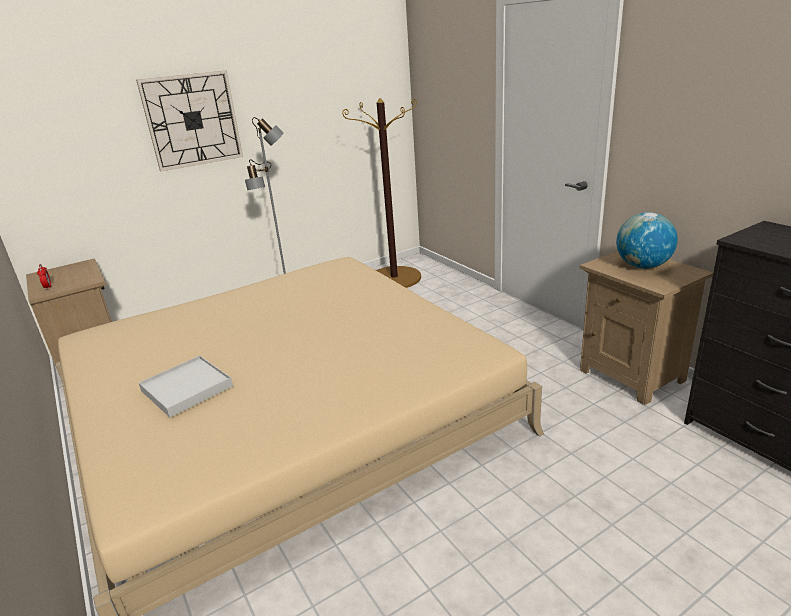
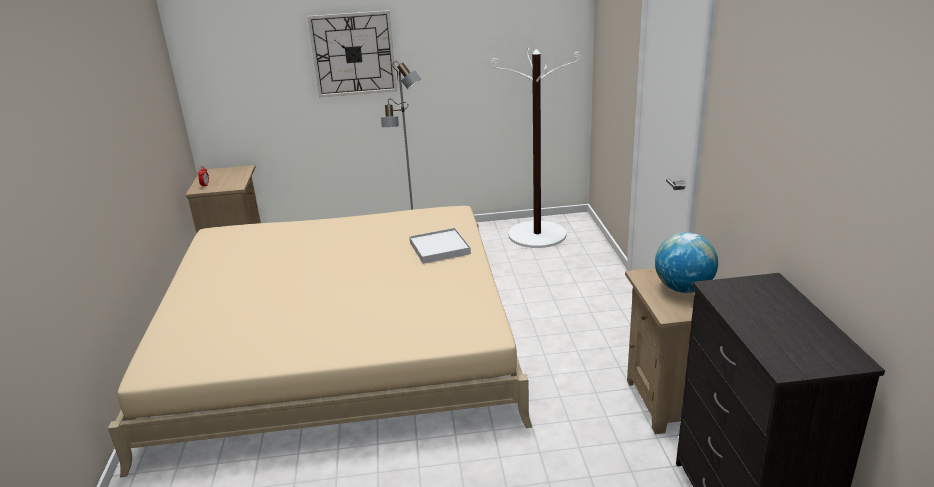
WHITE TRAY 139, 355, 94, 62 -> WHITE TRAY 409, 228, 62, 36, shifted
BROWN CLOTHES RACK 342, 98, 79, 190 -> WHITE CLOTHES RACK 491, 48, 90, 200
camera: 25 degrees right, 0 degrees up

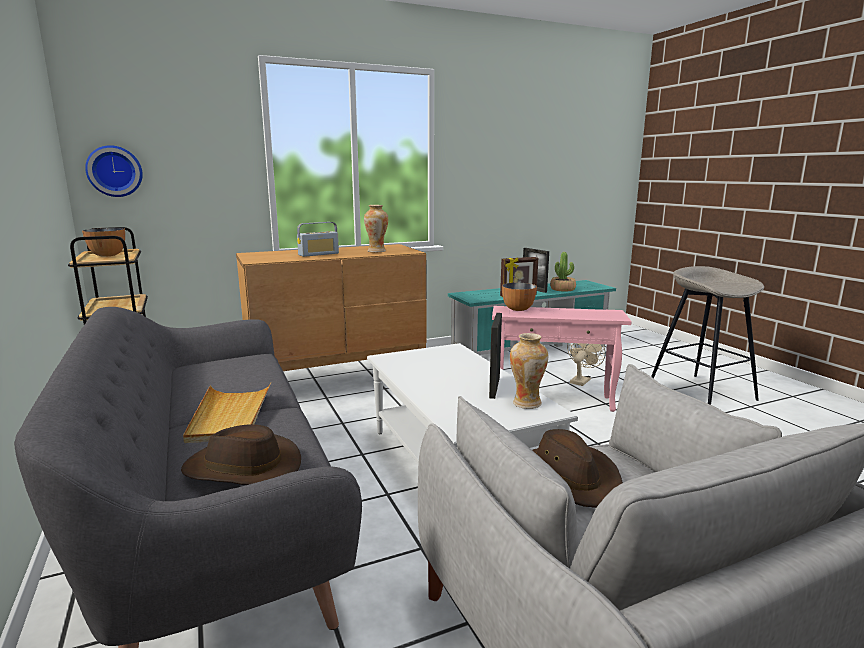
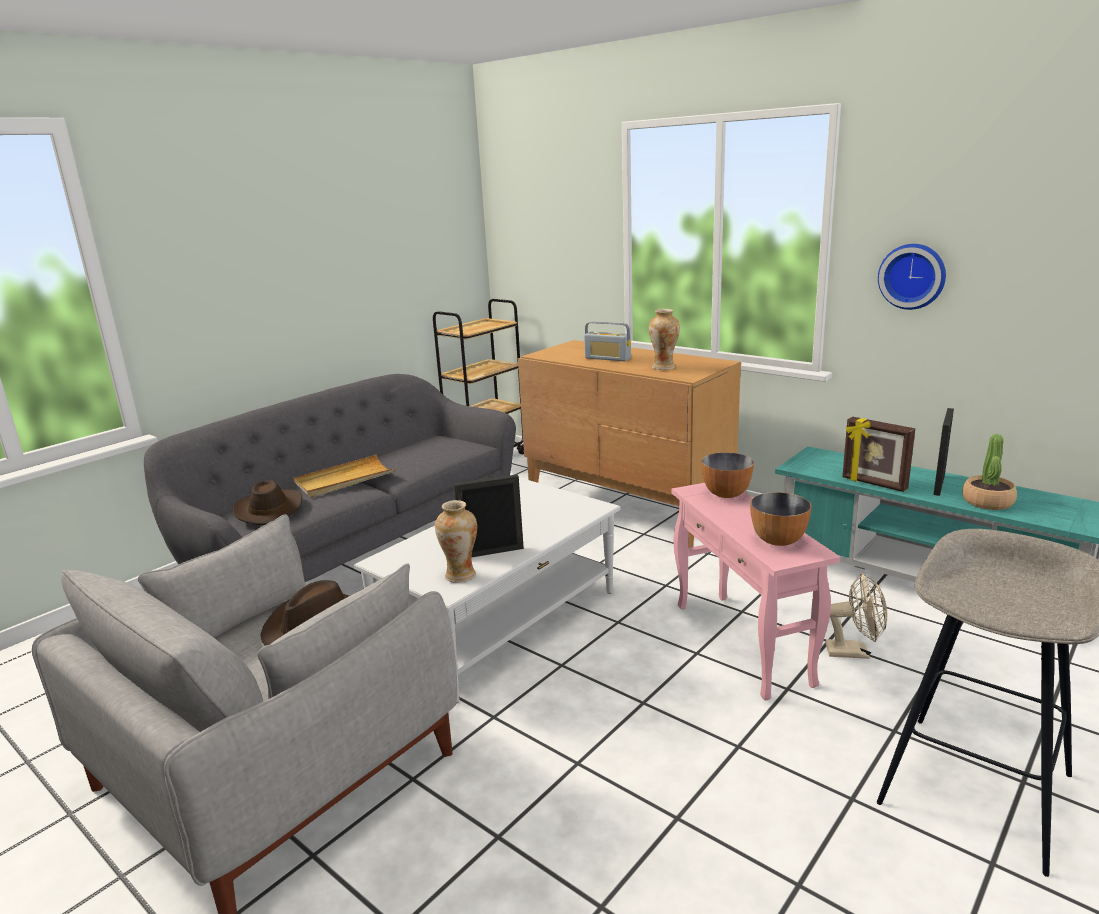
BOWL 82, 228, 43, 29 -> BOWL 750, 492, 61, 54, shifted
WALL CLOCK 85, 145, 58, 52 -> WALL CLOCK 878, 244, 68, 66, shifted
camera: 65 degrees right, 5 degrees up

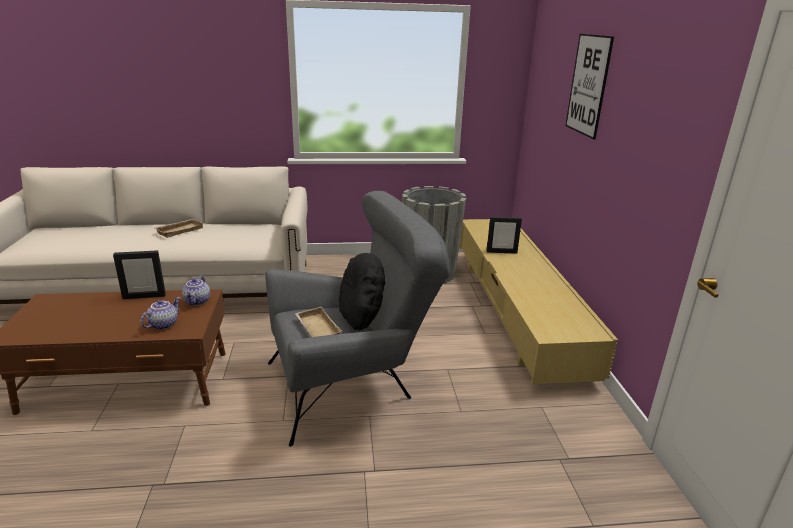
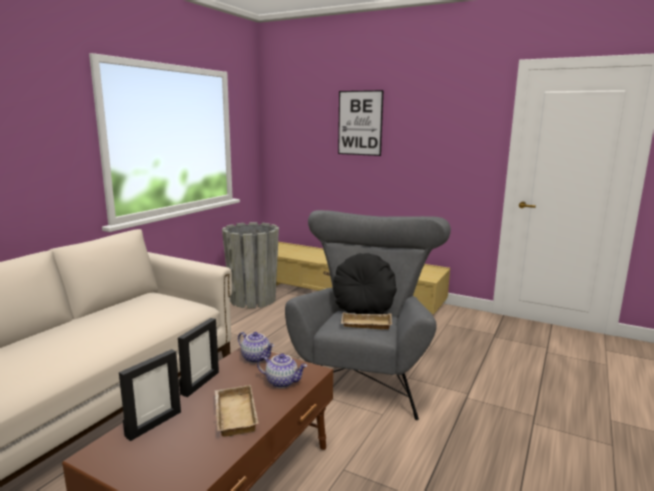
BEIGE TRAY 155, 219, 48, 19 -> BEIGE TRAY 215, 385, 44, 52, shifted
PICTURE FRAME 486, 216, 36, 38 -> PICTURE FRAME 119, 349, 62, 92, shifted
TEAPOT 140, 297, 40, 33 -> TEAPOT 257, 353, 50, 35, 135 degrees clockwise
camera: 55 degrees left, 10 degrees down

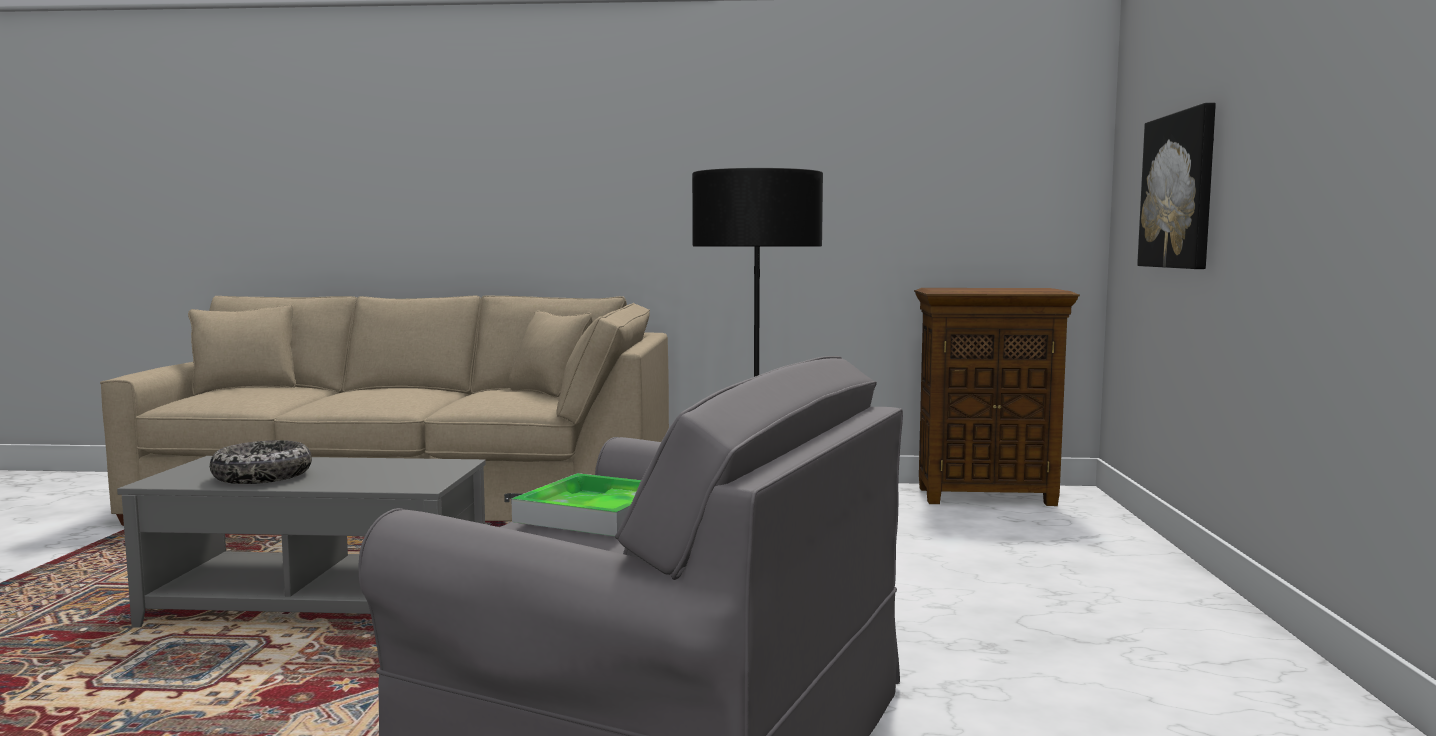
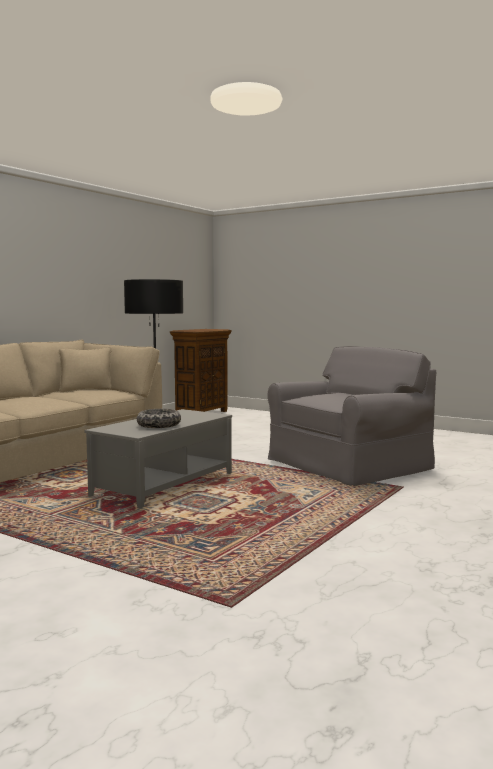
TRAY 511, 473, 130, 63 -> none
PICTURE 1137, 103, 79, 166 -> none
camera: 60 degrees left, 0 degrees up

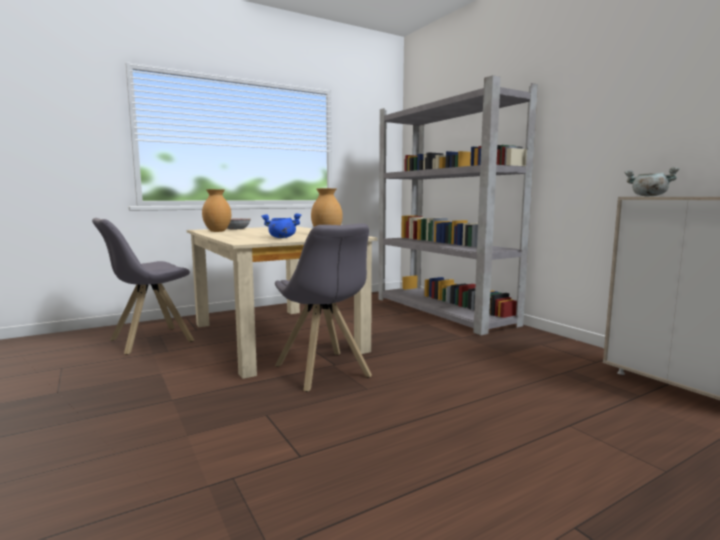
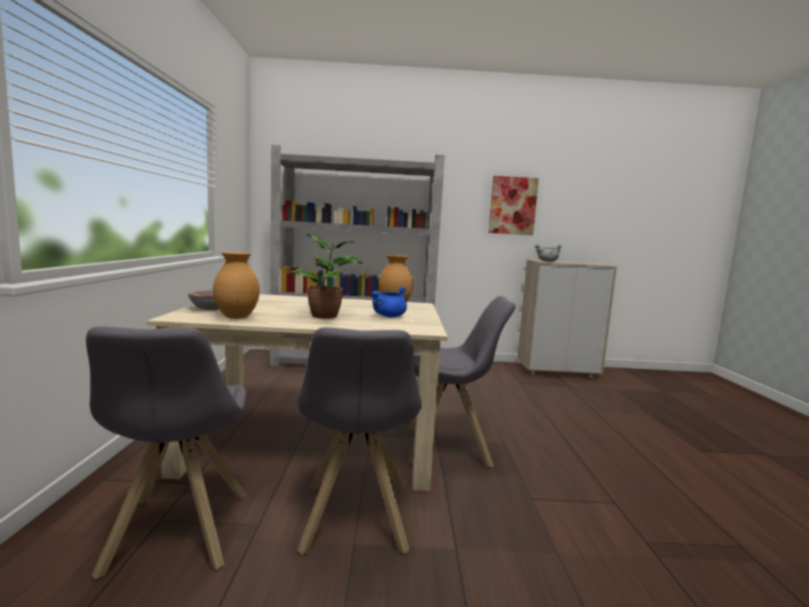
none -> POTTED PLANT 290, 234, 72, 85
none -> GREY CHAIR 297, 327, 125, 228
none -> PICTURE 488, 176, 51, 59
camera: 60 degrees left, 0 degrees up

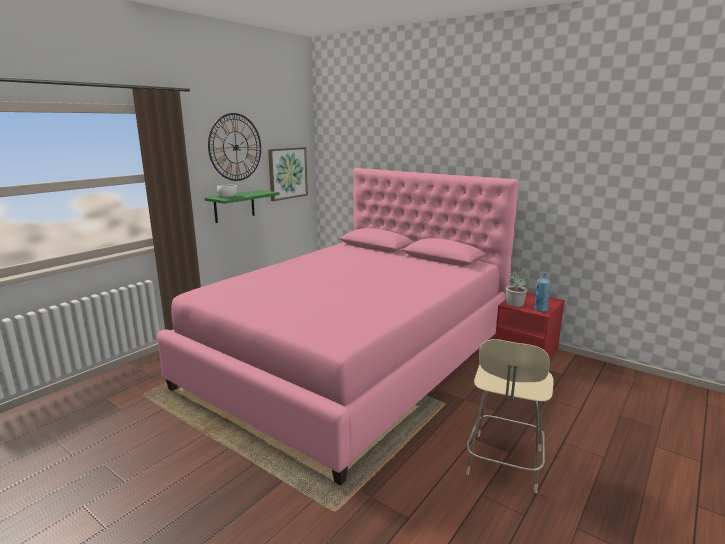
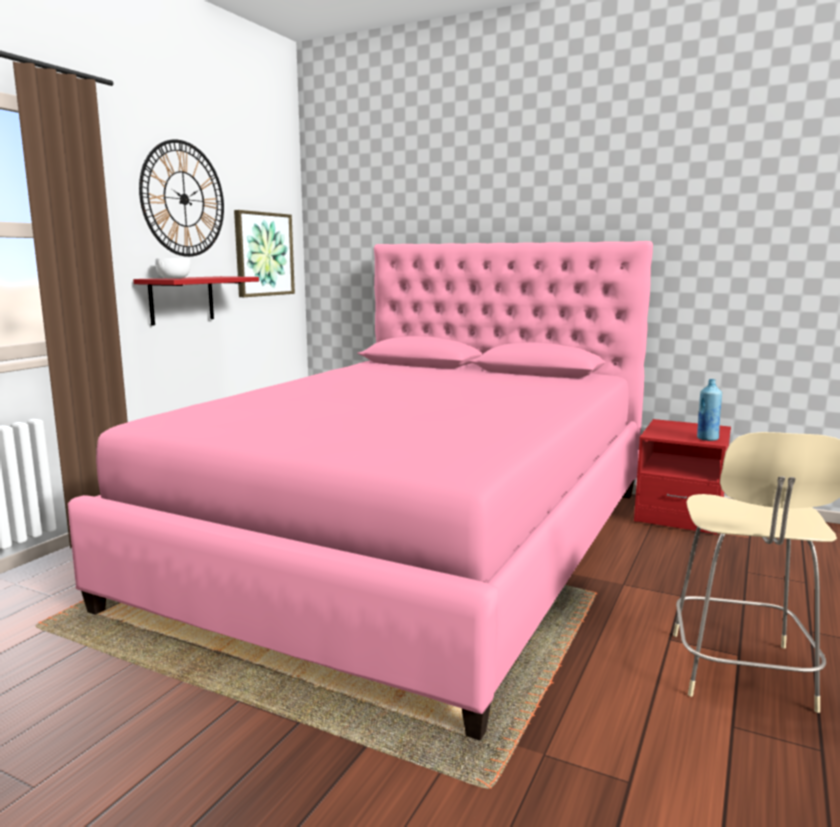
POTTED PLANT 506, 268, 22, 39 -> none
GREEN SHELF 205, 190, 74, 33 -> RED SHELF 133, 276, 126, 50
camera: 10 degrees left, 5 degrees down

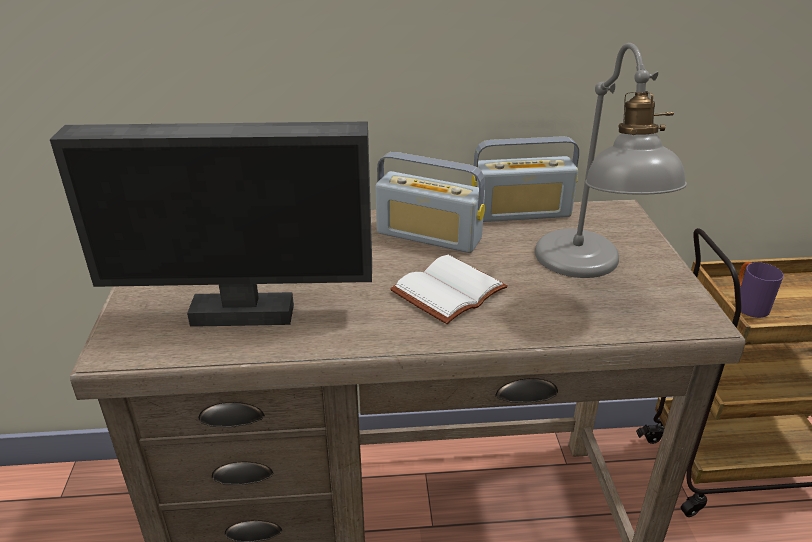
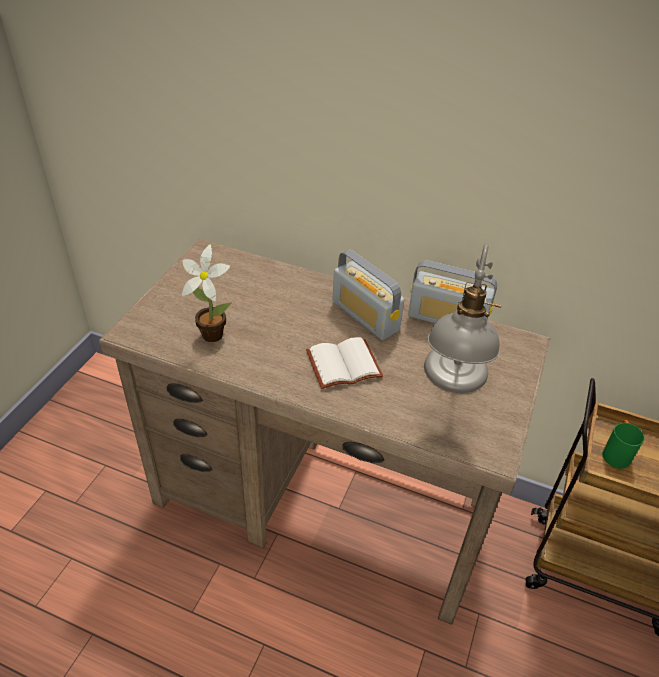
MONITOR 50, 122, 322, 205 -> POTTED PLANT 182, 245, 50, 97
PURPLE MUG 739, 262, 45, 56 -> GREEN MUG 602, 420, 42, 49
camera: 25 degrees right, 10 degrees up

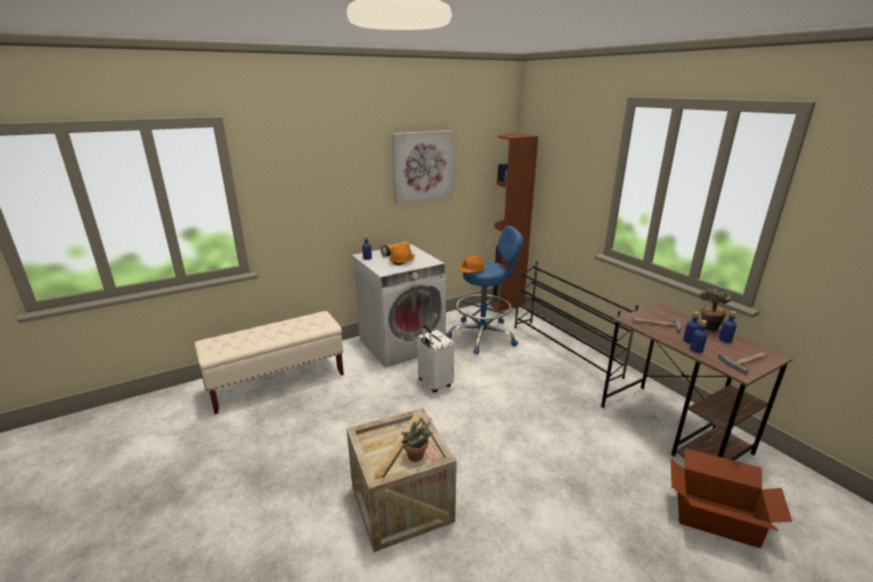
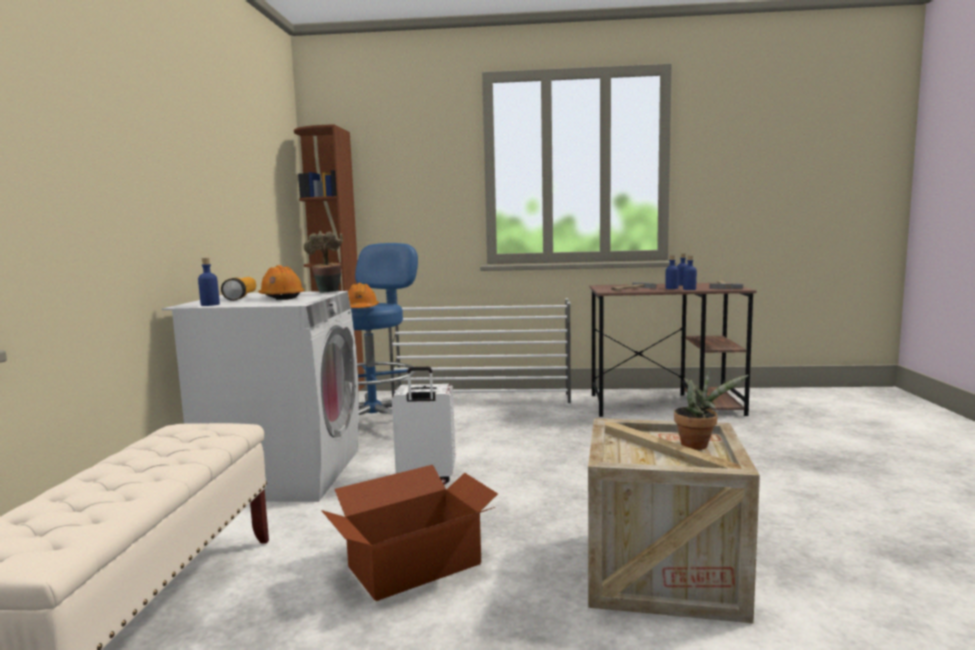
PICTURE 392, 130, 62, 74 -> none
CARDBOARD BOX 670, 448, 122, 100 -> CARDBOARD BOX 321, 465, 177, 136, shifted
POTTED PLANT 700, 289, 34, 42 -> POTTED PLANT 303, 231, 40, 62, shifted
BLACK SHOE RACK 514, 261, 124, 120 -> WHITE SHOE RACK 388, 298, 183, 108
camera: 55 degrees left, 15 degrees down

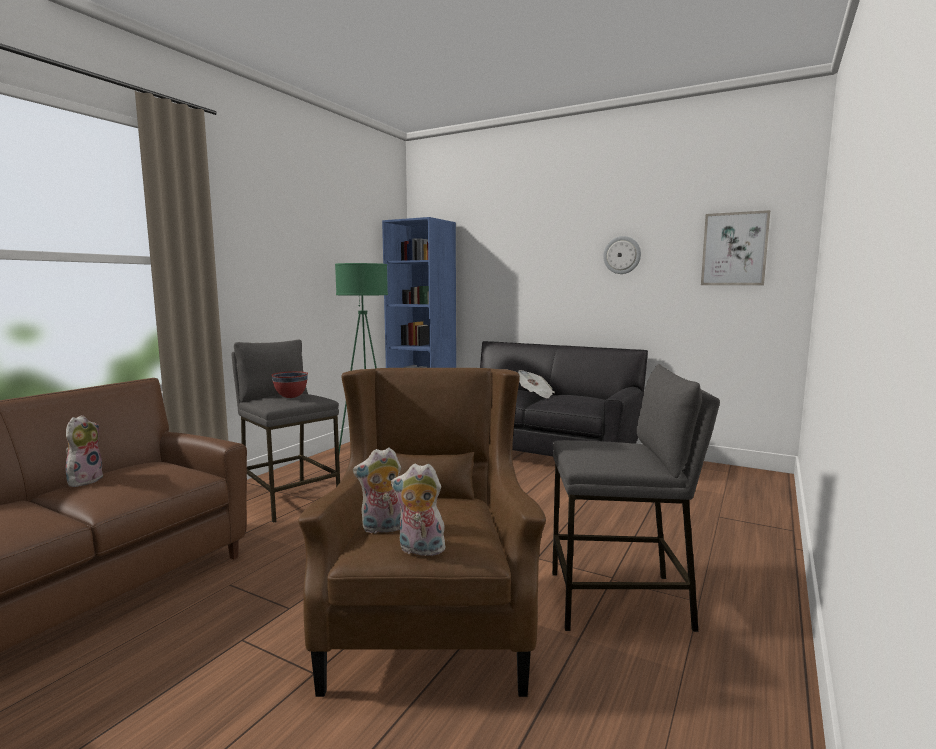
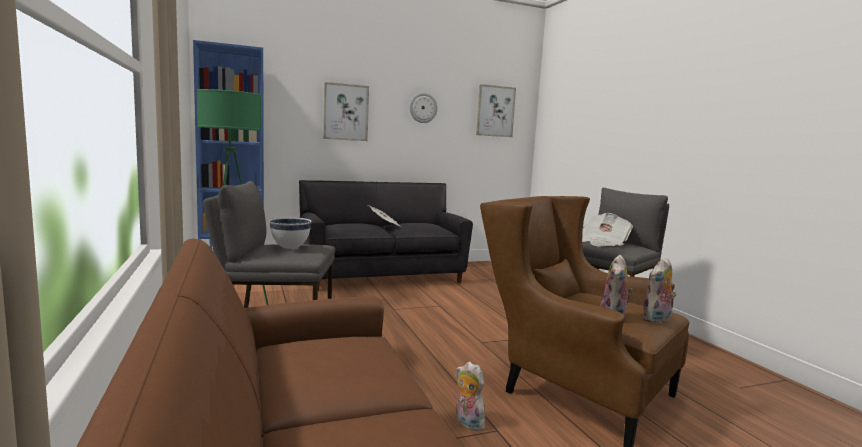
none -> PICTURE 323, 82, 46, 59
none -> NEWSPAPER 583, 213, 50, 34
PLUSH TOY 66, 415, 37, 72 -> PLUSH TOY 456, 362, 29, 69, shifted
RED BOWL 272, 371, 36, 27 -> WHITE BOWL 269, 217, 42, 32
camera: 50 degrees left, 0 degrees up

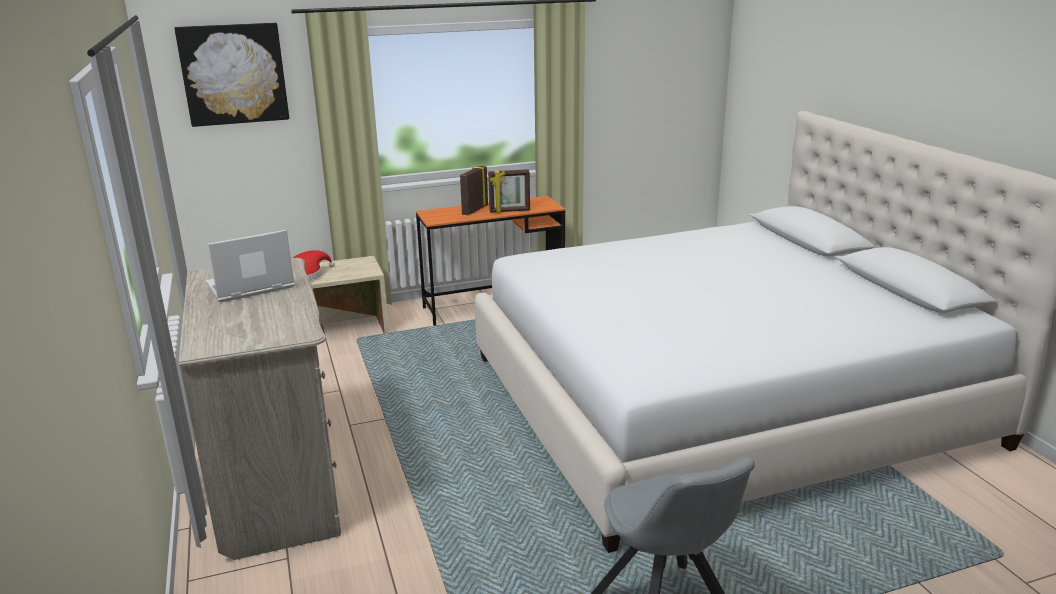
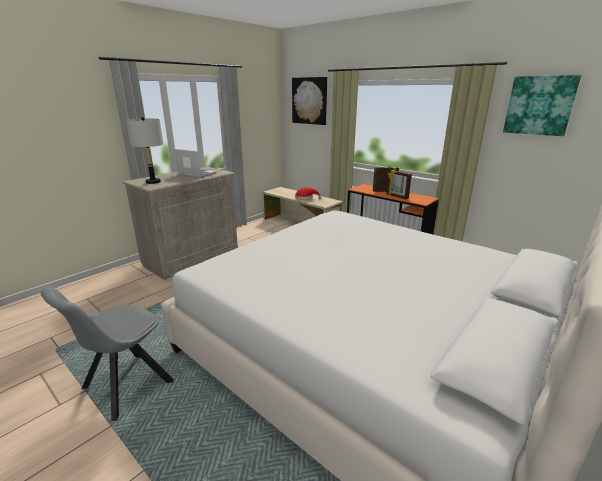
none -> GREY TABLE LAMP 126, 117, 37, 67
none -> PICTURE 503, 75, 78, 61
camera: 60 degrees right, 0 degrees up

